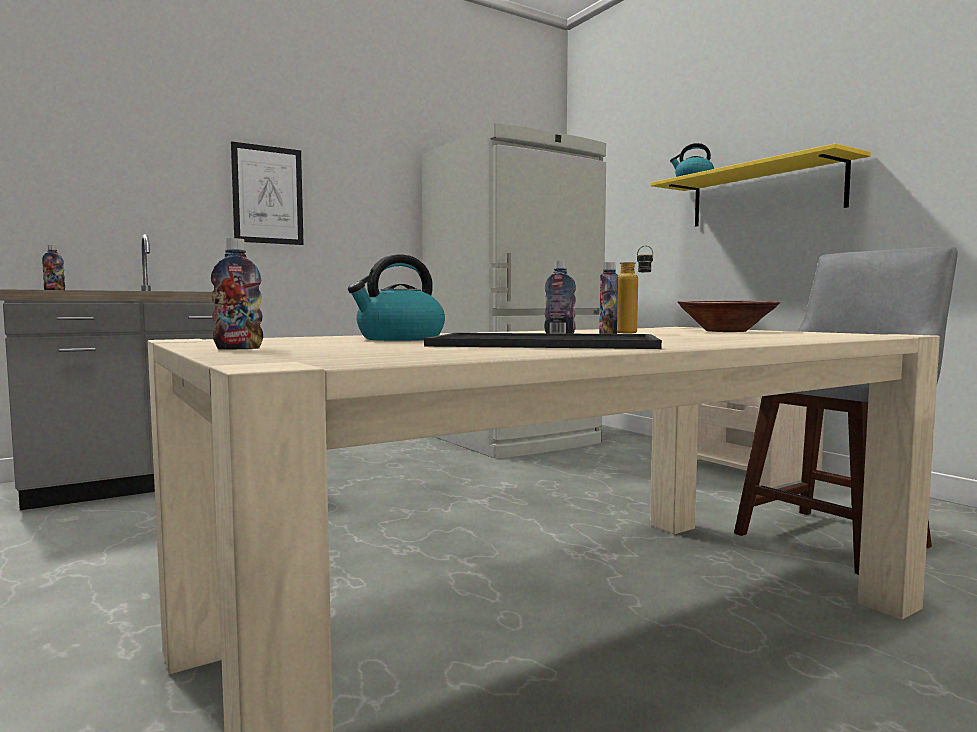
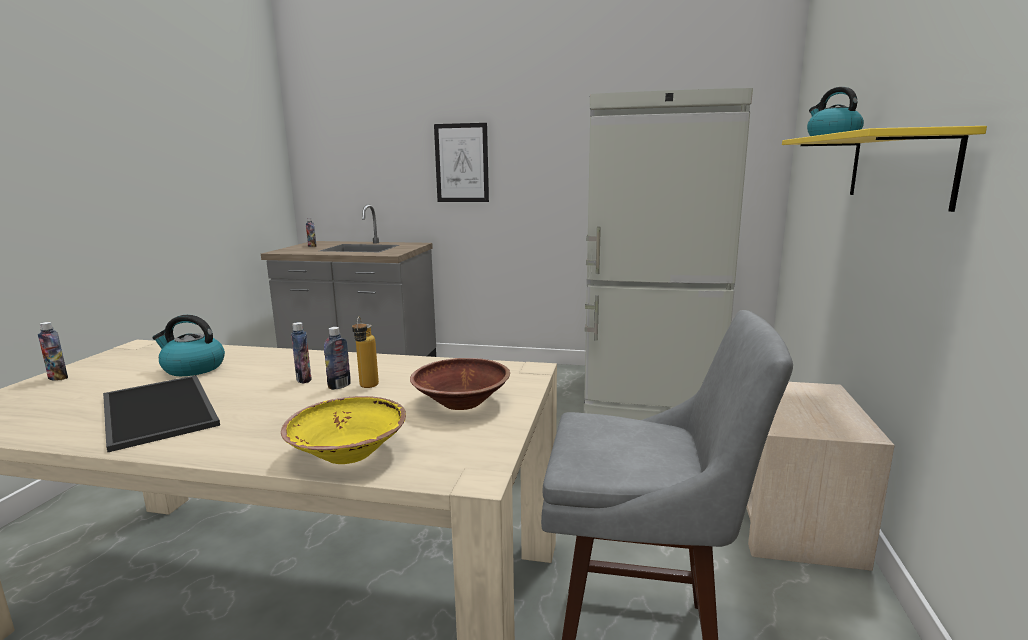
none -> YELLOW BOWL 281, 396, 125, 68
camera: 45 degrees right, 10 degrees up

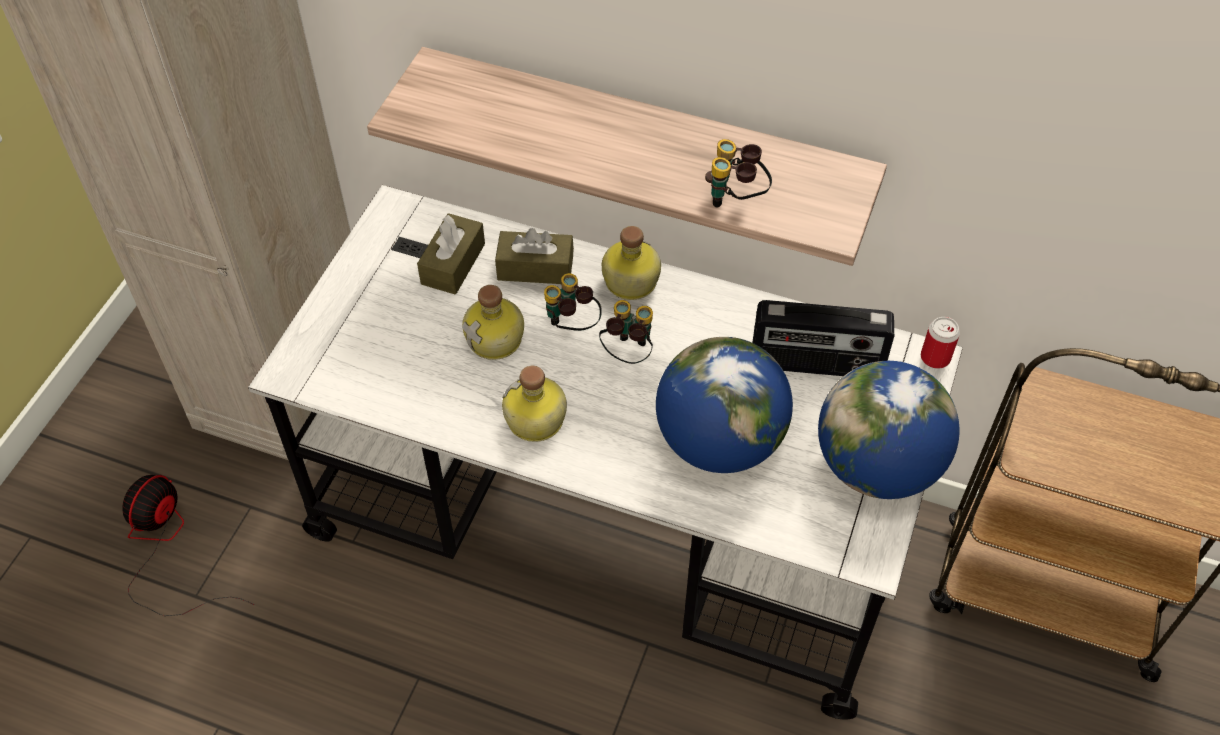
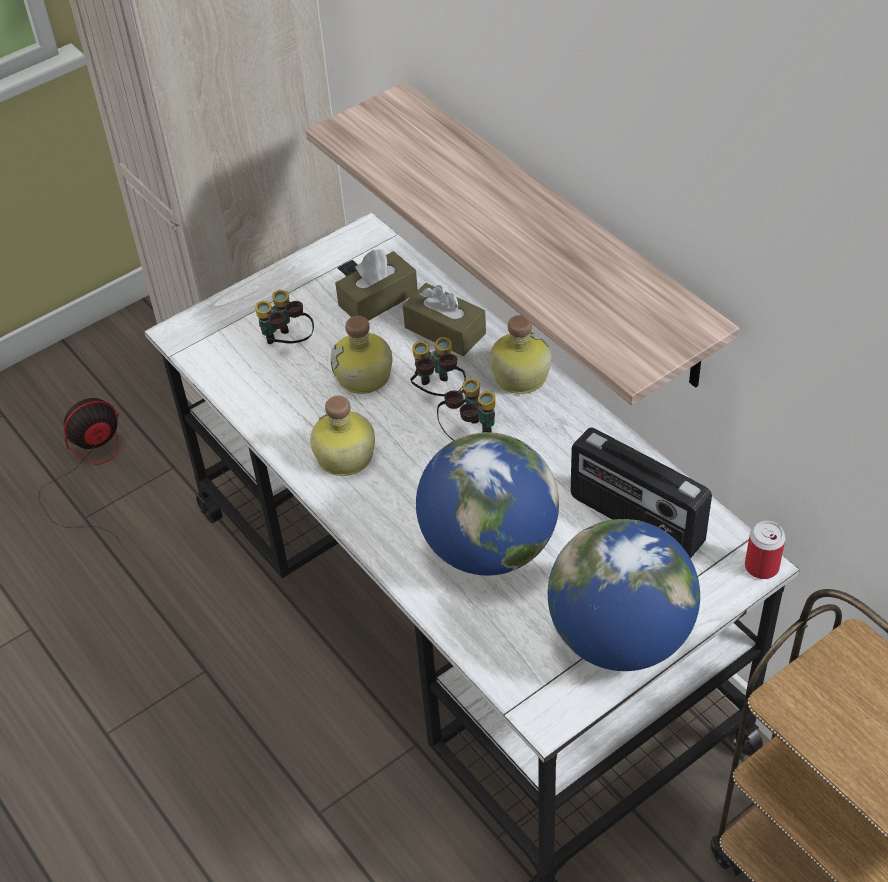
BINOCULARS 705, 139, 67, 69 -> BINOCULARS 255, 290, 59, 54, shifted
camera: 35 degrees right, 5 degrees down

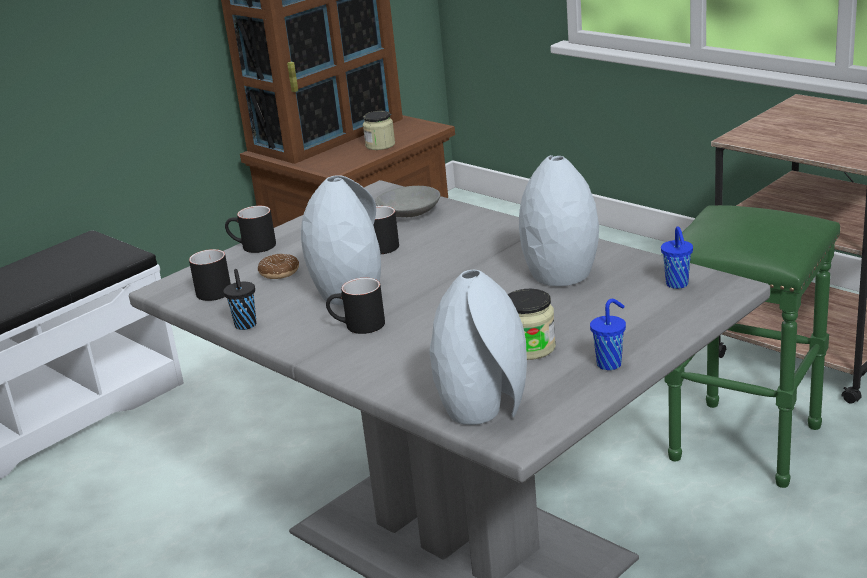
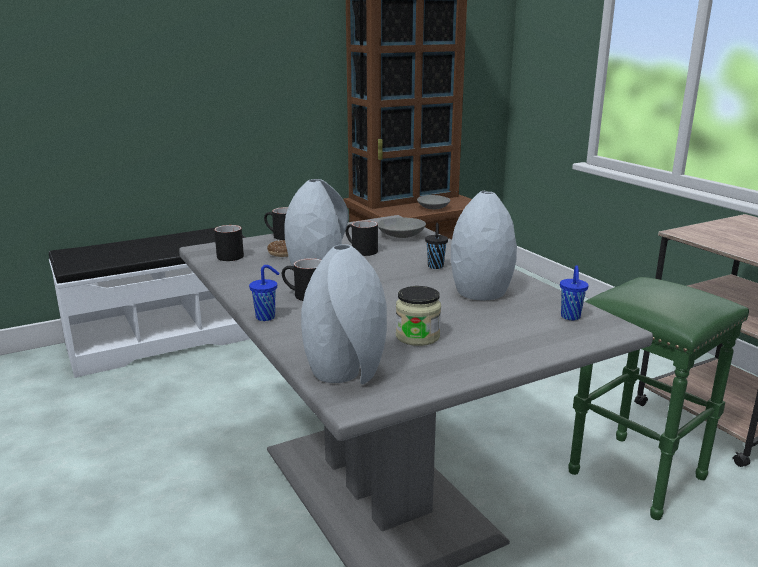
BLACK CUP 223, 269, 33, 61 -> BLACK CUP 425, 223, 23, 46, shifted
BLUE CUP 590, 299, 36, 71 -> BLUE CUP 249, 265, 31, 56, shifted
JAR 363, 111, 32, 39 -> GREY BOWL 417, 195, 33, 14
camera: 15 degrees right, 5 degrees down

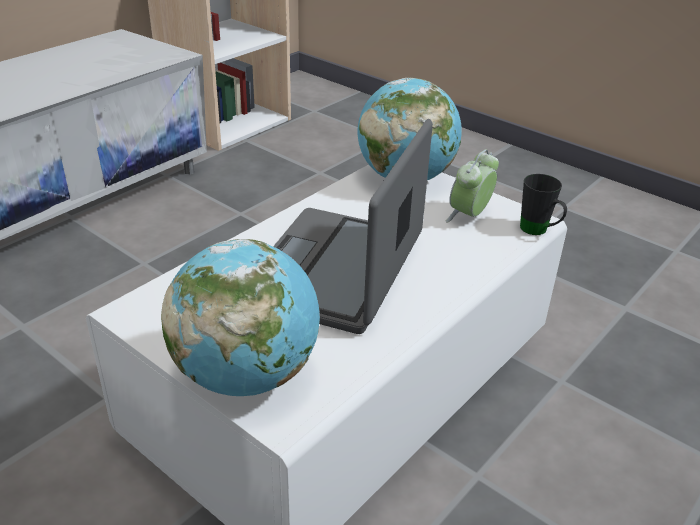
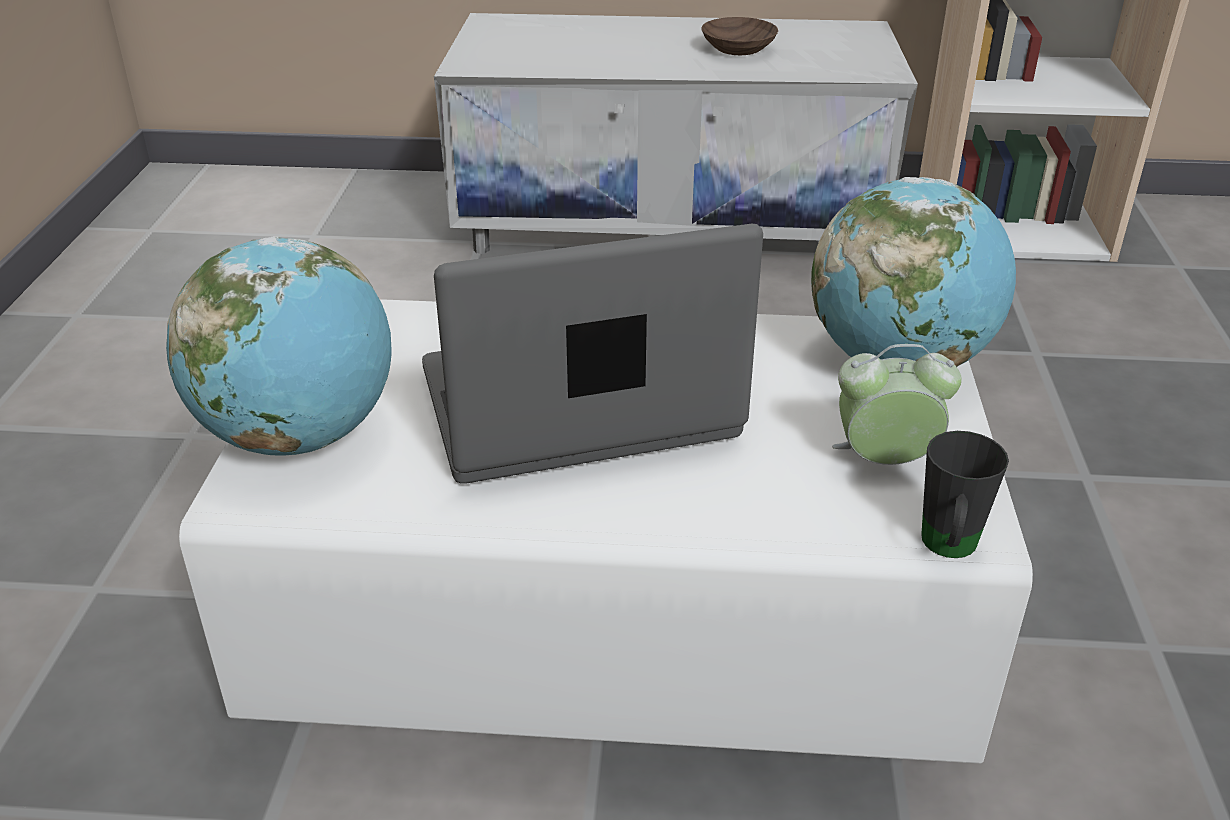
none -> BROWN BOWL 701, 17, 77, 38
camera: 55 degrees right, 0 degrees up

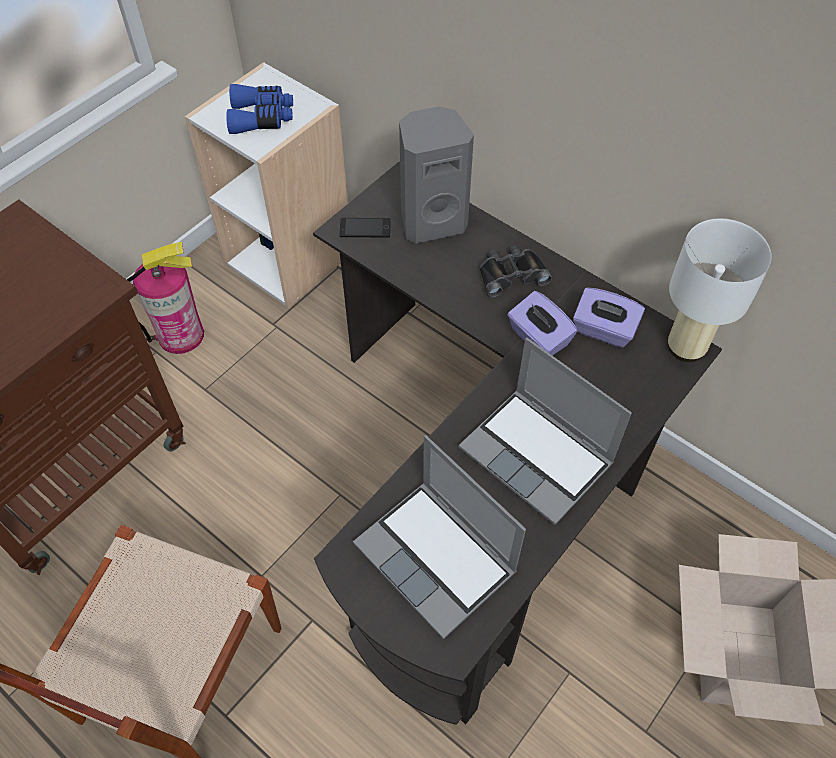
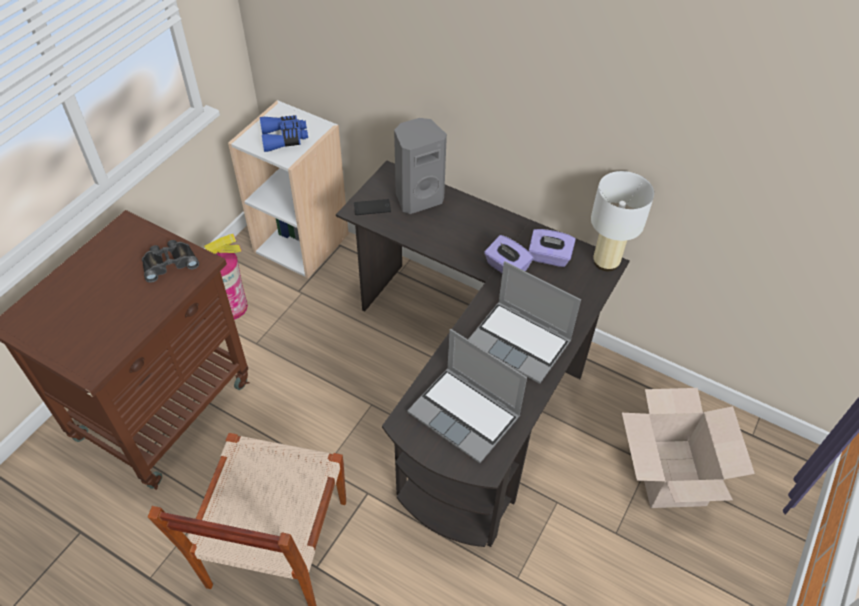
BLACK BINOCULARS 479, 245, 73, 53 -> BLACK BINOCULARS 142, 240, 57, 43, shifted
camera: 10 degrees left, 5 degrees down

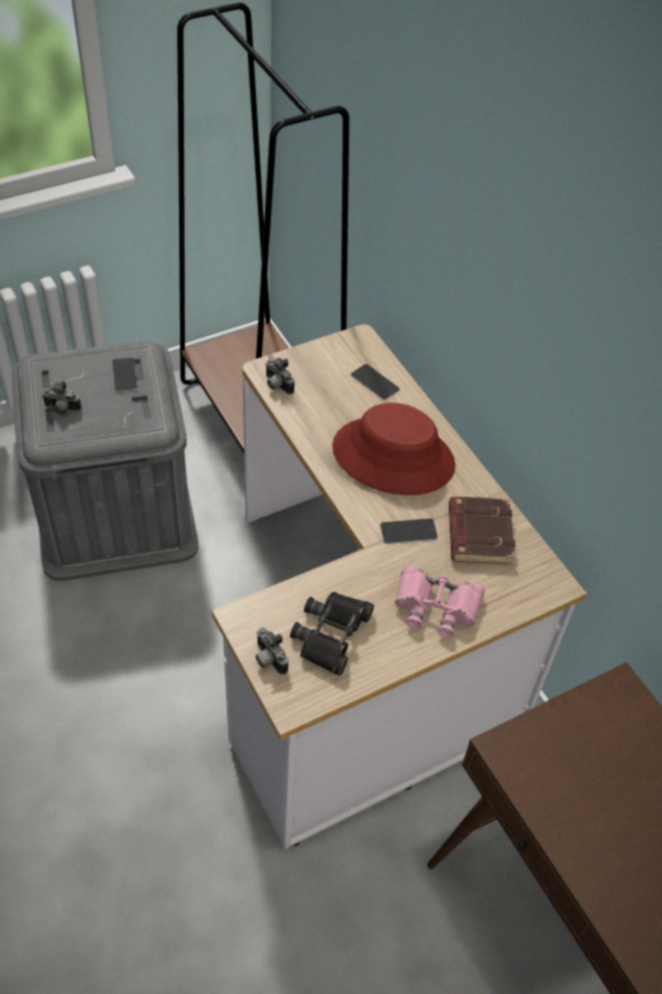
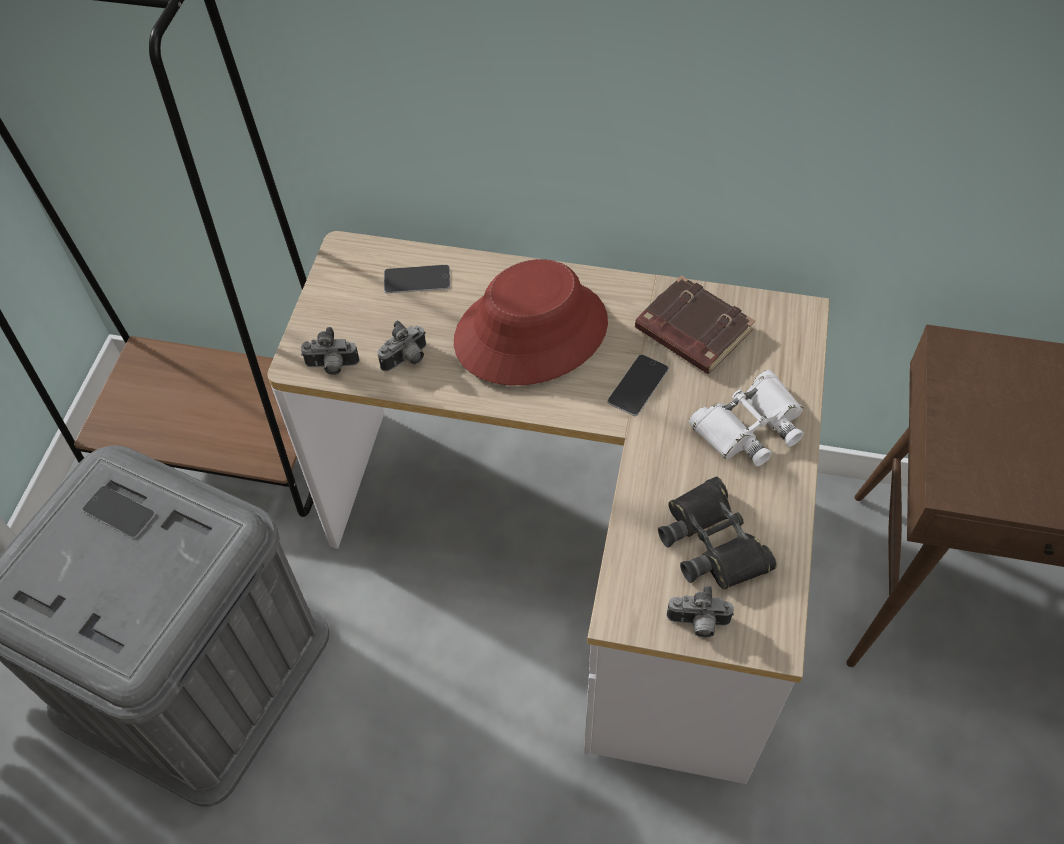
PHOTO CAMERA 42, 381, 39, 33 -> PHOTO CAMERA 377, 320, 49, 52, shifted
PINK BINOCULARS 395, 566, 90, 72 -> WHITE BINOCULARS 689, 370, 115, 97
camera: 45 degrees left, 5 degrees up

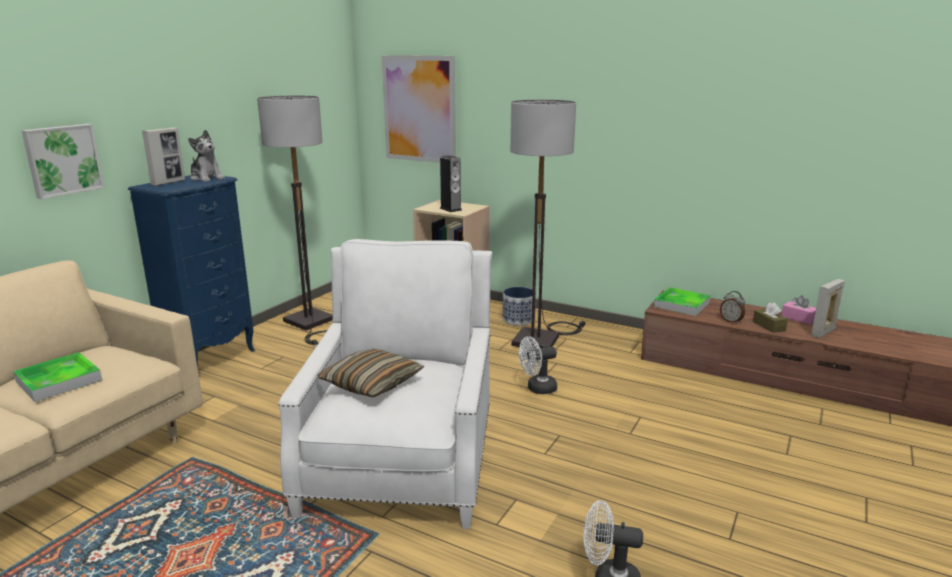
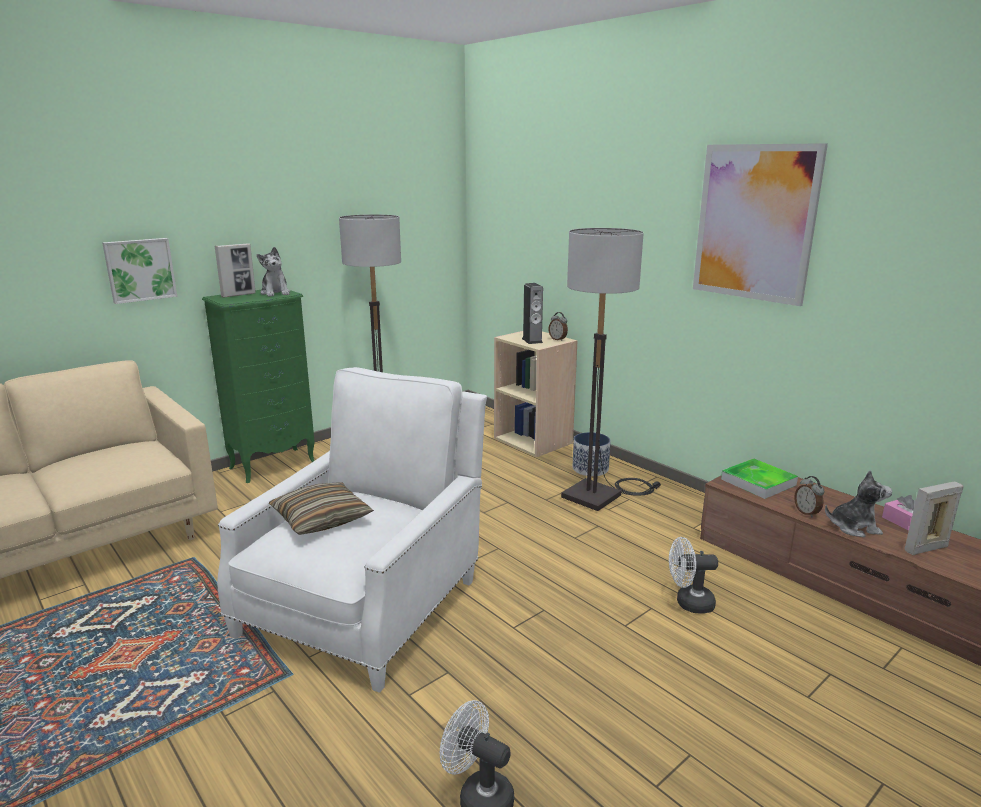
TRAY 13, 352, 89, 50 -> none
none -> ALARM CLOCK 549, 312, 19, 29
PICTURE 382, 55, 74, 108 -> PICTURE 693, 143, 135, 163, shifted
WHITE FAN 519, 336, 38, 58 -> WHITE FAN 669, 537, 49, 77, shifted
BROWN TISSUE BOX 753, 302, 35, 31 -> PLUSH TOY 825, 471, 67, 66
BLUE DRESSER 128, 175, 127, 193 -> GREEN DRESSER 202, 290, 113, 193
camera: 20 degrees right, 0 degrees up

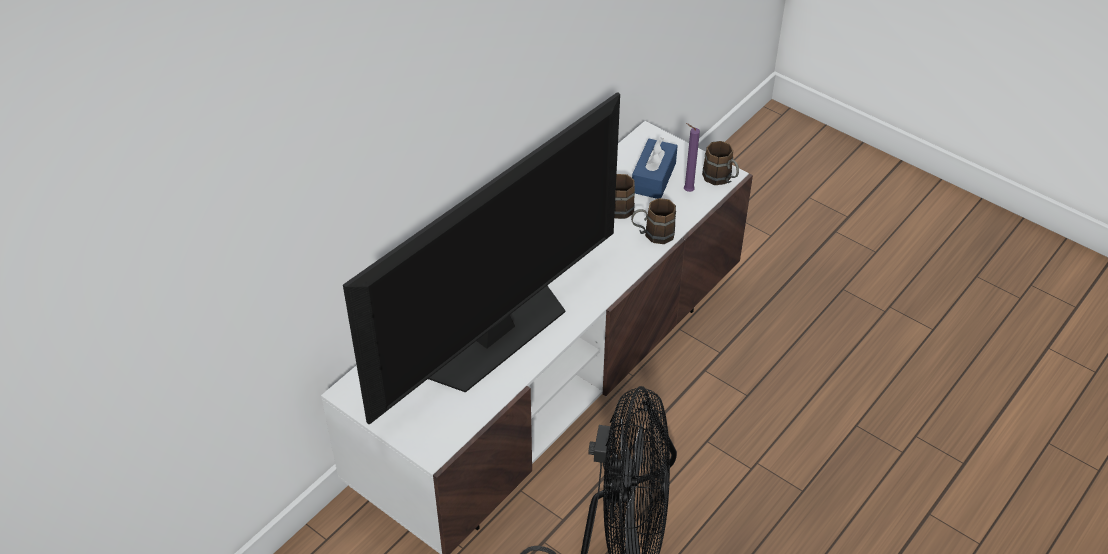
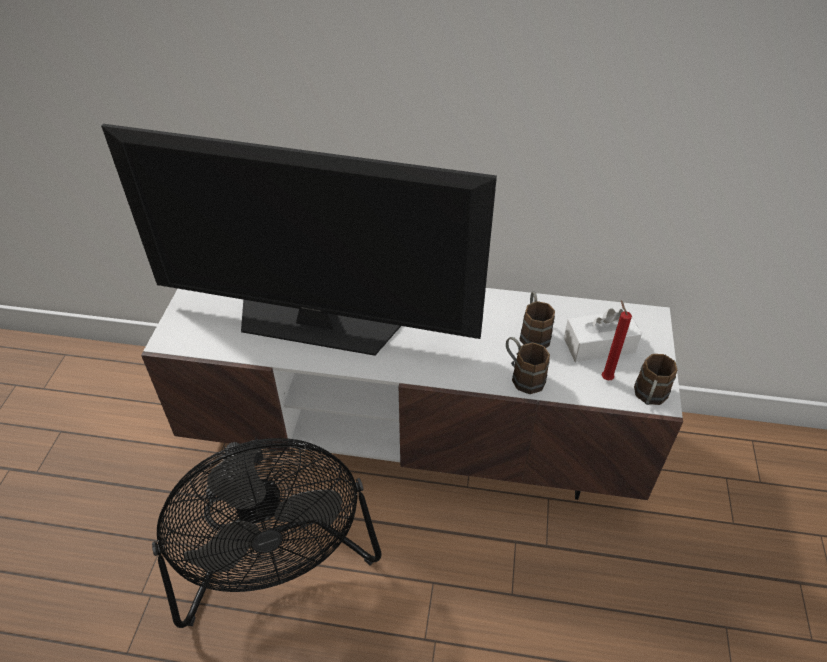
BLUE TISSUE BOX 632, 137, 46, 62 -> WHITE TISSUE BOX 564, 308, 78, 54
PURPLE CANDLE 684, 123, 16, 69 -> RED CANDLE 602, 300, 30, 81
camera: 60 degrees right, 0 degrees up

